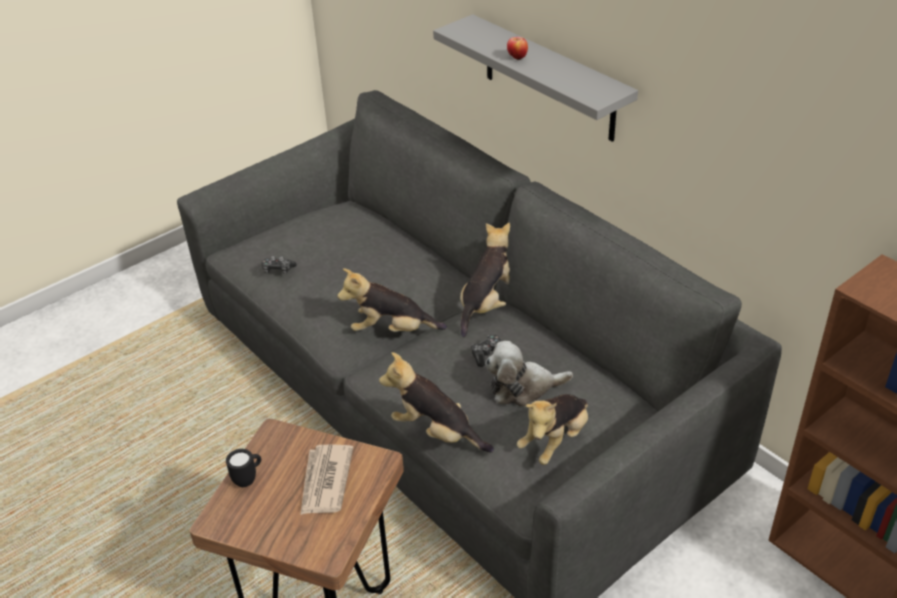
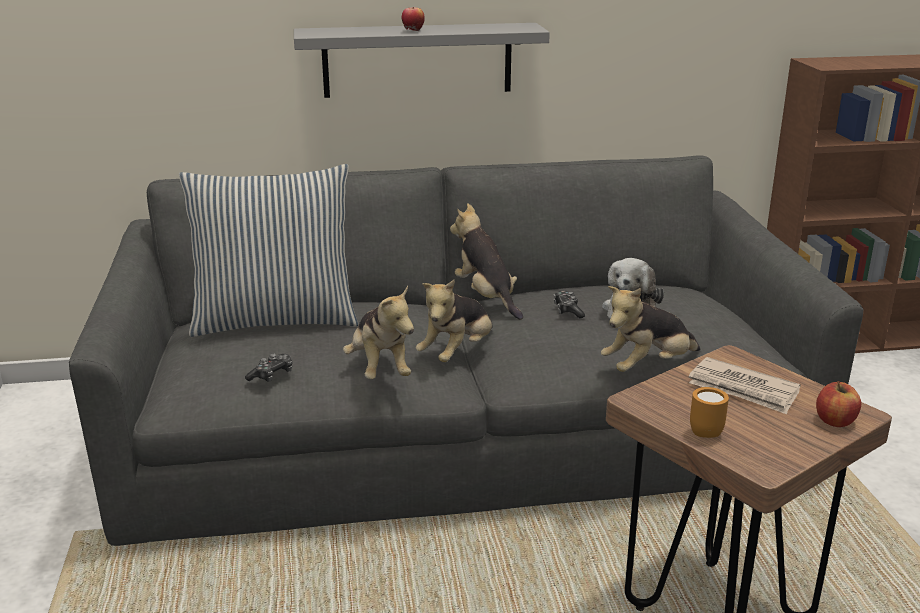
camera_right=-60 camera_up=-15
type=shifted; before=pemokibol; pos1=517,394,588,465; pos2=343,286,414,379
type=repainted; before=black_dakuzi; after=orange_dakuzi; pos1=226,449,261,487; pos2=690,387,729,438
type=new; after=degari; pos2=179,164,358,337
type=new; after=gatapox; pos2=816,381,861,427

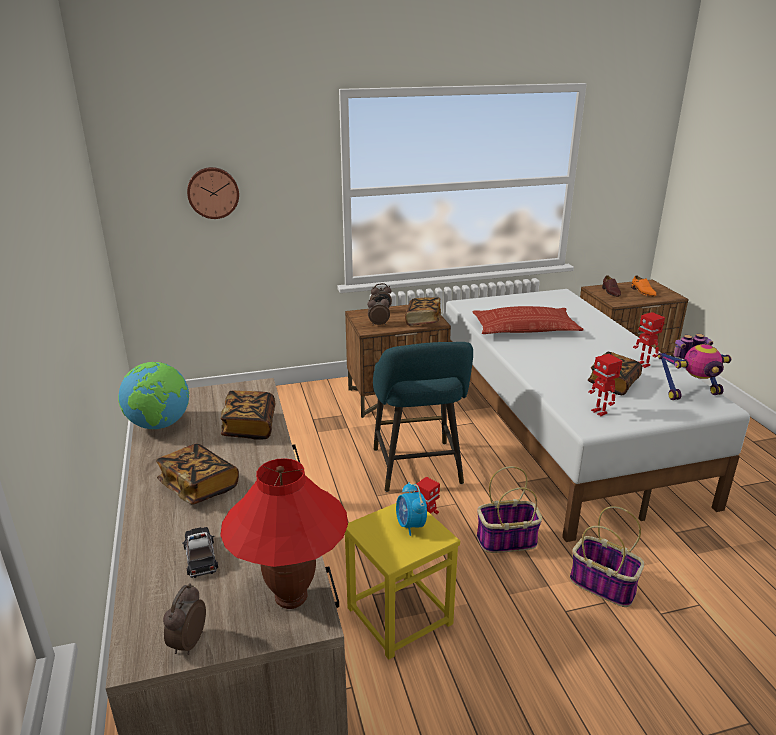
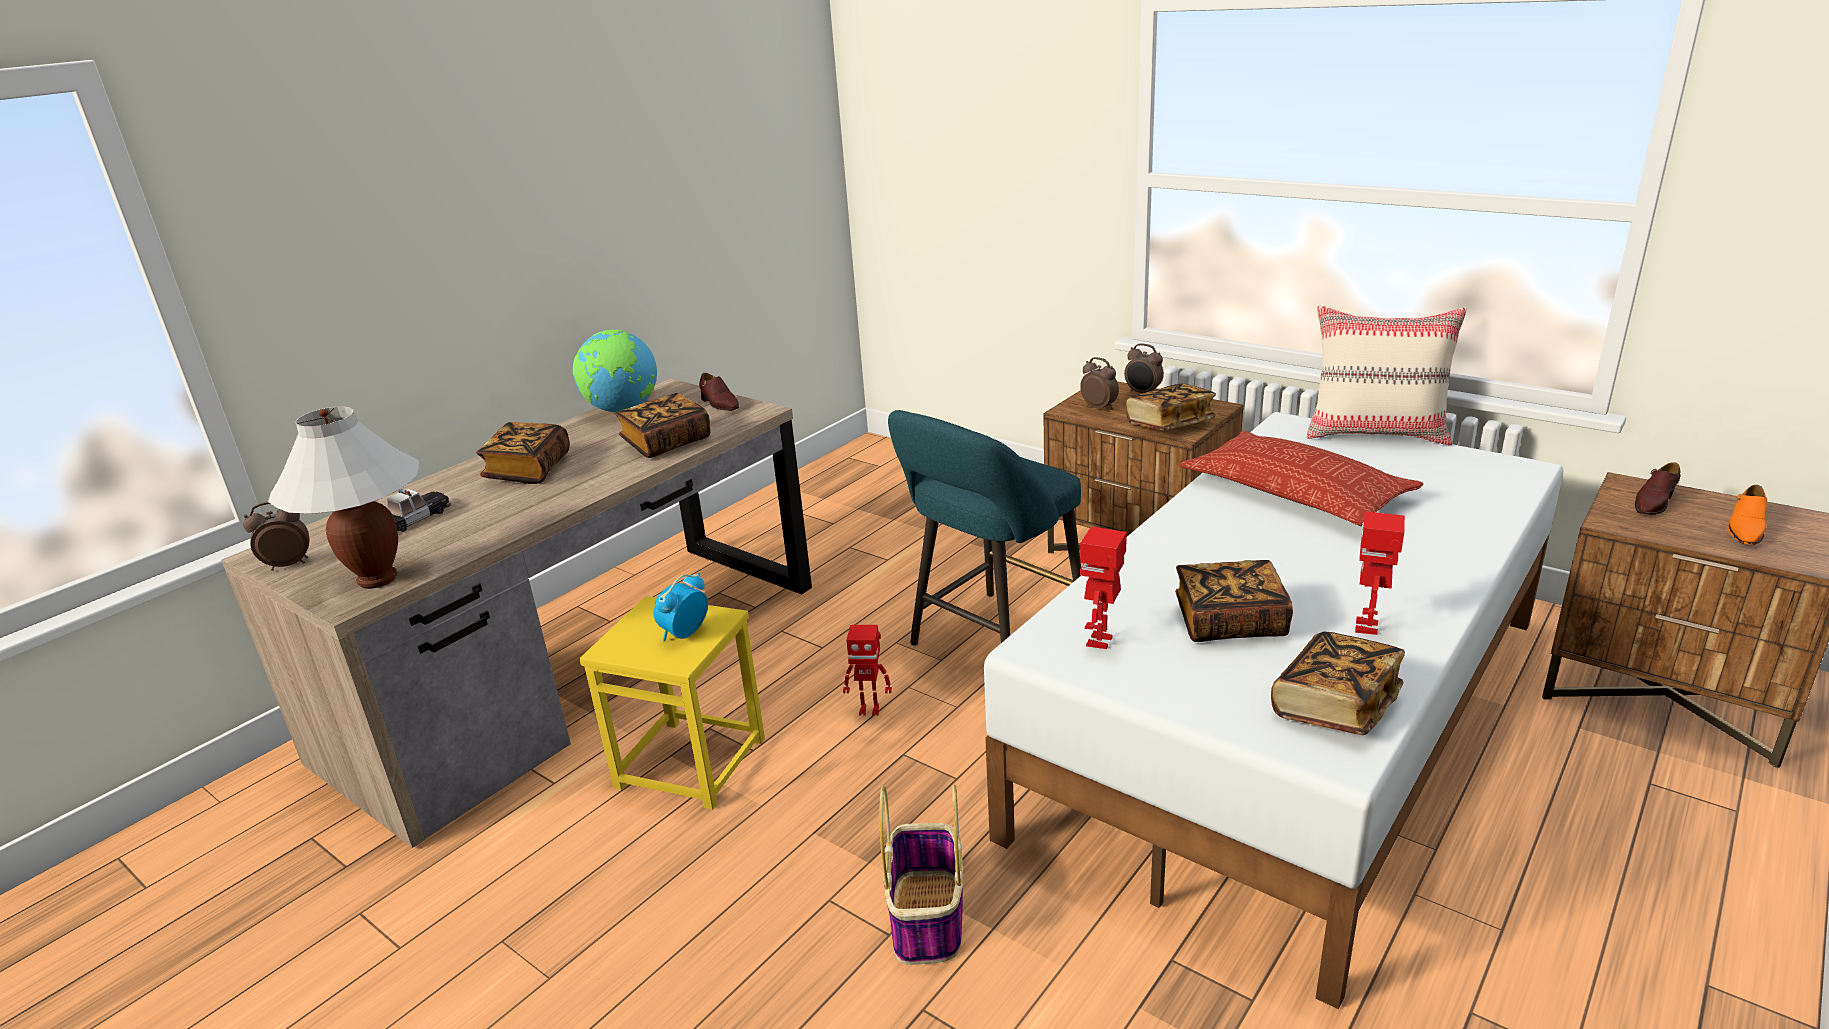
camera_right=55 camera_up=0
type=gone; before=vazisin; pos1=187,167,239,219
type=swapped; before=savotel; after=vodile; pos1=658,334,732,400; pos2=1271,631,1405,735
type=repainted; before=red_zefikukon; after=white_zefikukon; pos1=220,458,348,609; pos2=268,407,419,589
type=gone; before=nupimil; pos1=477,466,542,553
type=new; after=beige_degari; pos2=1307,305,1467,445
type=new; after=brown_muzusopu; pos2=699,373,739,411

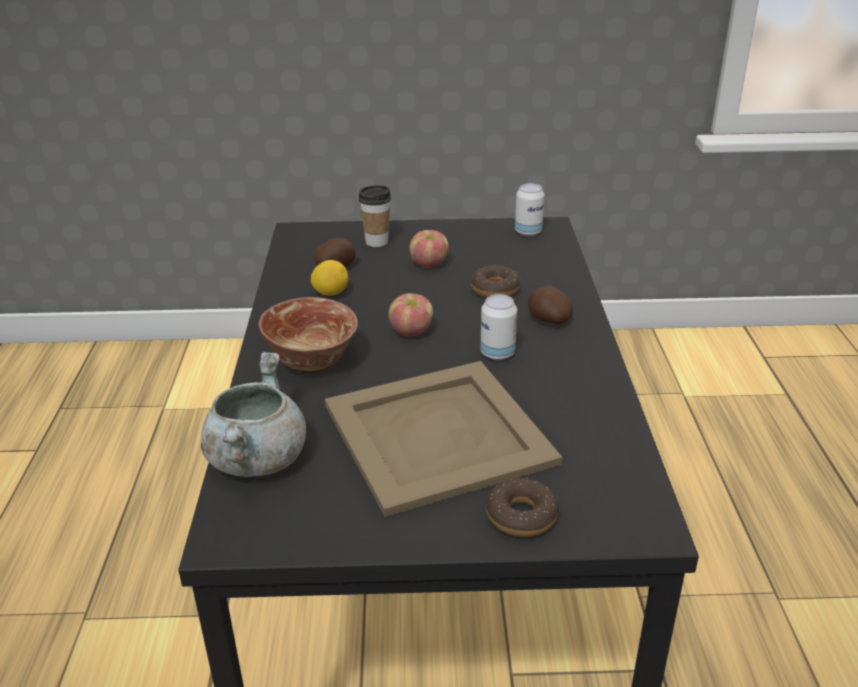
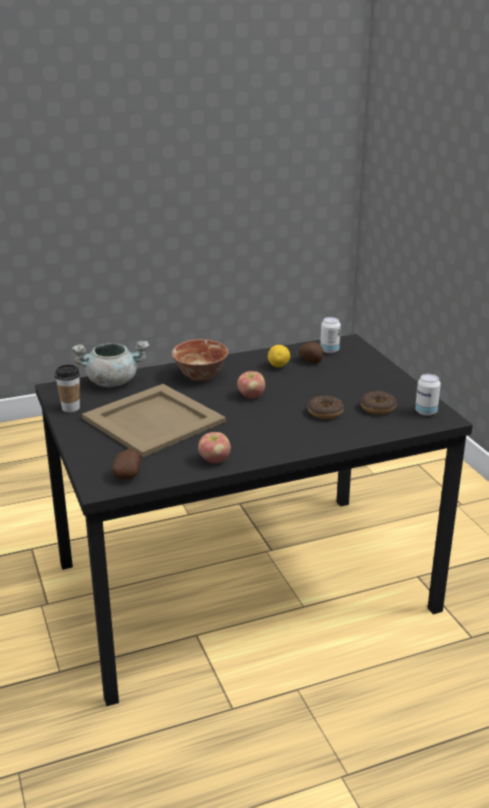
camera_right=70 camera_up=-5
type=shifted; before=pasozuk; pos1=359,185,391,247; pos2=55,364,80,412
type=shifted; before=gatapox; pos1=409,230,449,268; pos2=198,432,231,463
type=shifted; before=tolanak; pos1=528,285,573,325; pos2=112,449,141,479
type=shifted; before=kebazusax; pos1=480,294,517,360; pos2=320,317,341,354
type=shifted; before=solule; pos1=486,477,559,537; pos2=361,391,396,415

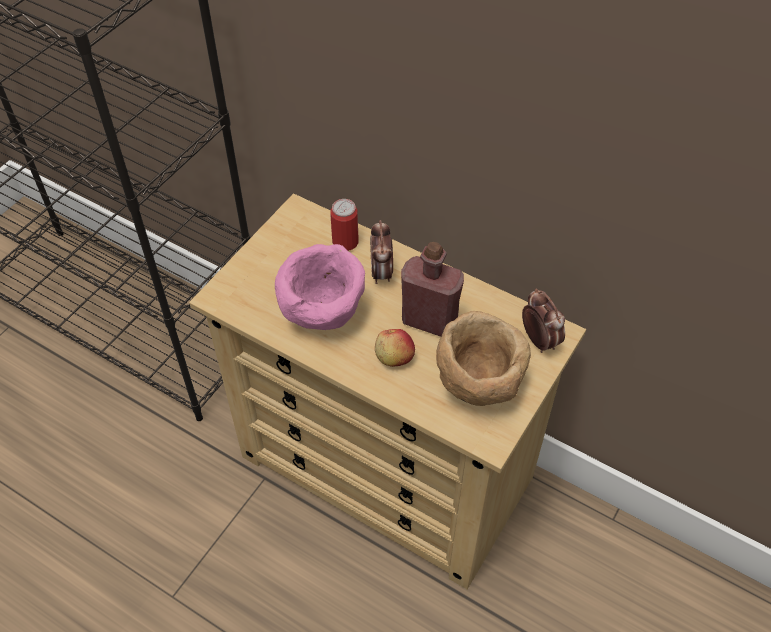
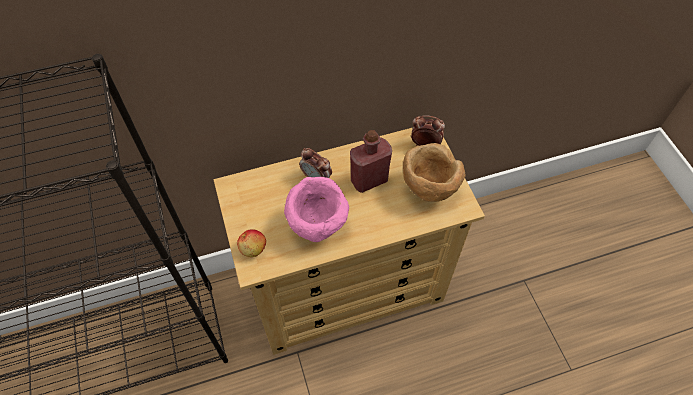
camera_right=-50 camera_up=5
type=gone; before=kebazusax; pos1=330,199,359,251
type=shifted; before=gatapox; pos1=375,329,415,367; pos2=237,229,266,257

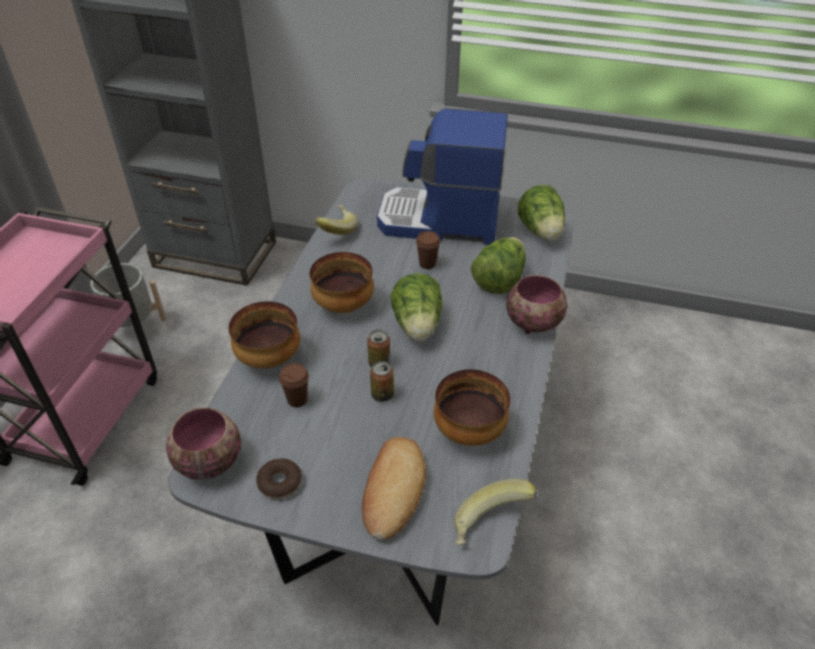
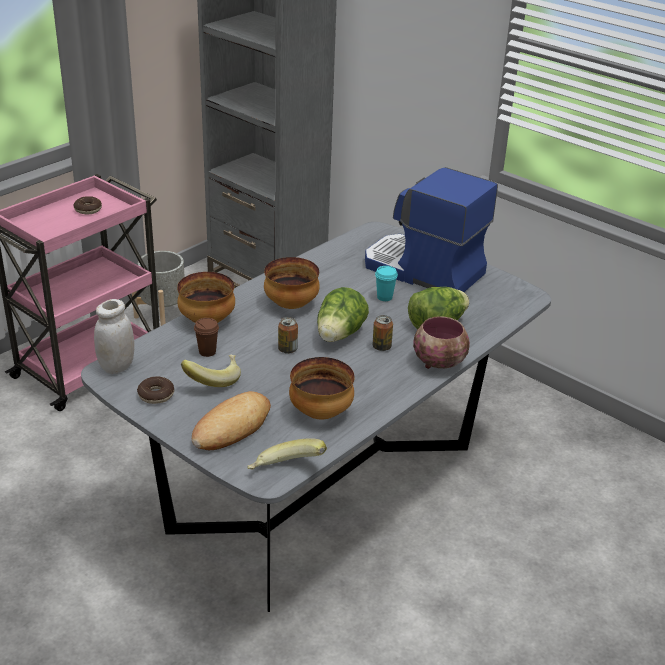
camera_right=25 camera_up=-10
type=gone; before=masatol; pos1=518,185,565,241
type=shifted; before=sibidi; pos1=315,205,358,235; pos2=181,355,241,387
type=repainted; before=brown_pasozuk; after=turquoise_pasozuk; pos1=416,231,440,269; pos2=375,266,398,301
type=shifted; before=kebazusax; pos1=370,361,394,402; pos2=372,315,393,351
type=swapped; before=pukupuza; after=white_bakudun; pos1=166,407,241,480; pos2=94,299,134,374
type=new; after=solule; pos2=73,196,102,214

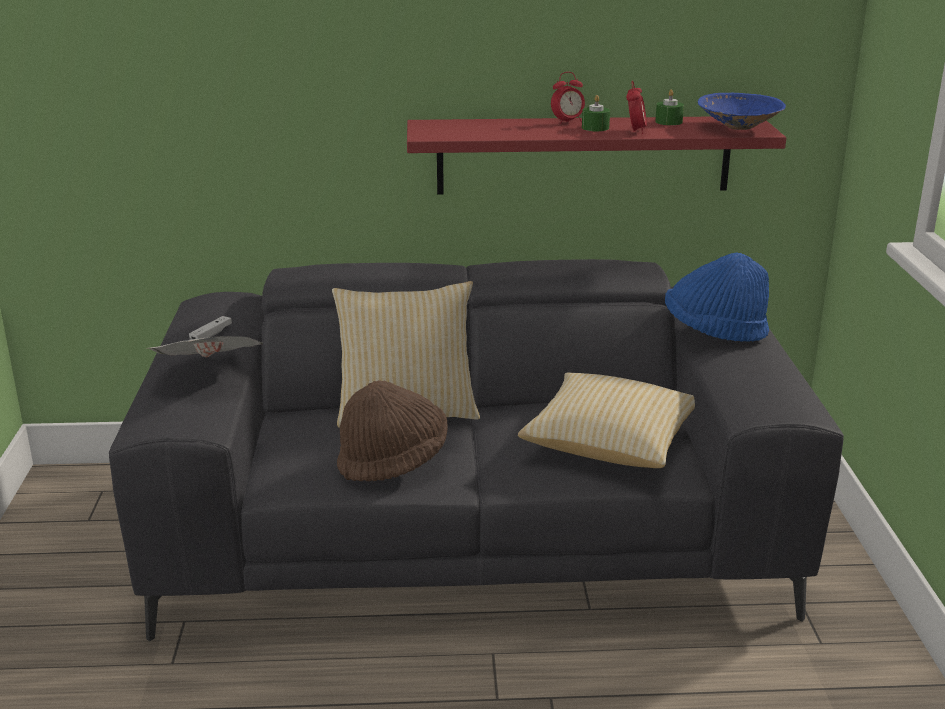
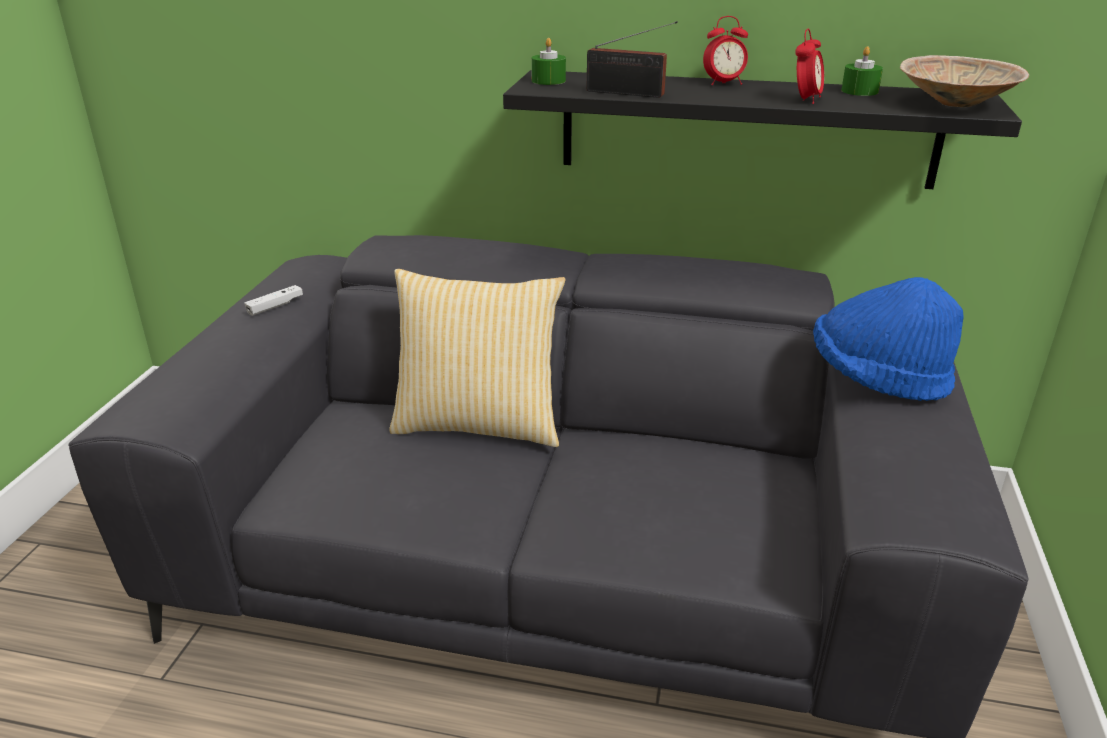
camera_right=15 camera_up=5
type=repainted; before=blue_pukupuza; after=beige_pukupuza; pos1=698,93,786,130; pos2=900,55,1029,107
type=shifted; before=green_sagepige; pos1=582,95,610,131; pos2=531,38,566,85
type=repainted; before=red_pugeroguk; after=black_pugeroguk; pos1=407,117,786,194; pos2=503,70,1022,189
type=gone; before=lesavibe; pos1=148,336,263,357
type=gone; before=degari; pos1=518,372,695,468
type=gone; before=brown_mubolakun; pos1=337,380,448,481
type=new; after=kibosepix; pos2=587,21,678,98

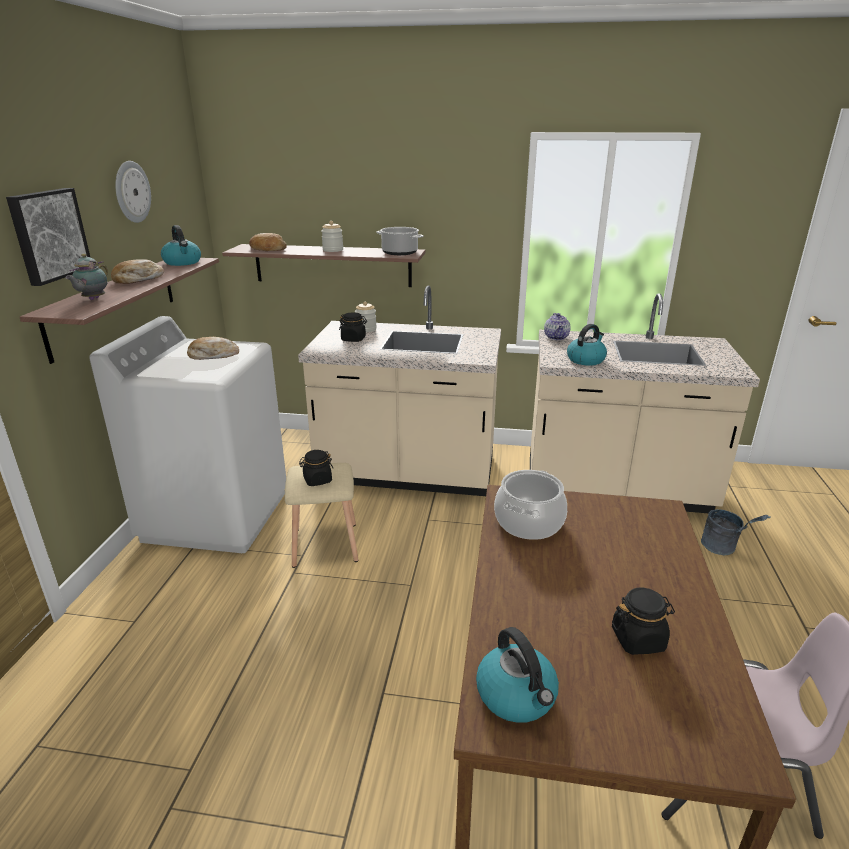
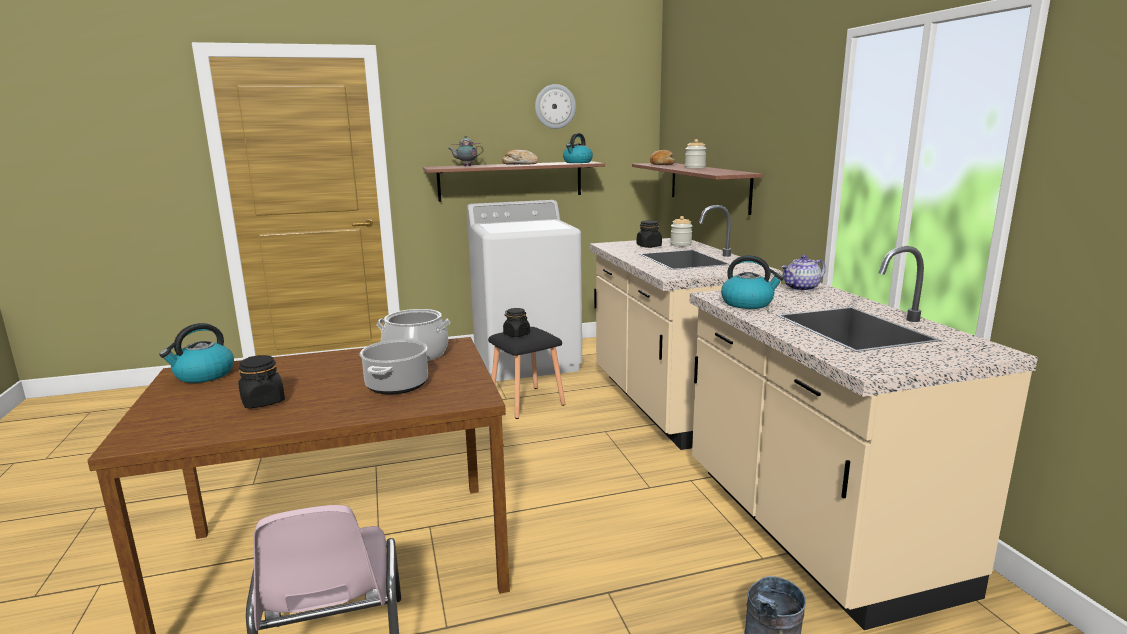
camera_right=65 camera_up=-10
type=gone; before=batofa; pos1=6,188,90,286
type=shifted; before=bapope; pos1=376,227,424,255; pos2=360,339,428,394
type=gone; before=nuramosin; pos1=187,337,239,360
type=repainted; before=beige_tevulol; after=black_tevulol; pos1=285,463,359,568; pos2=488,327,565,419

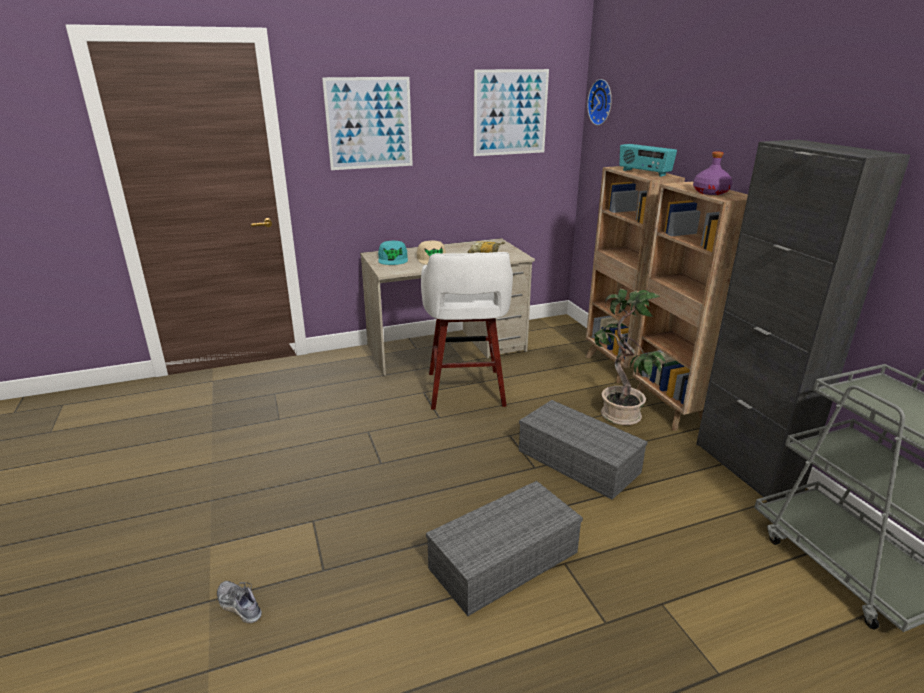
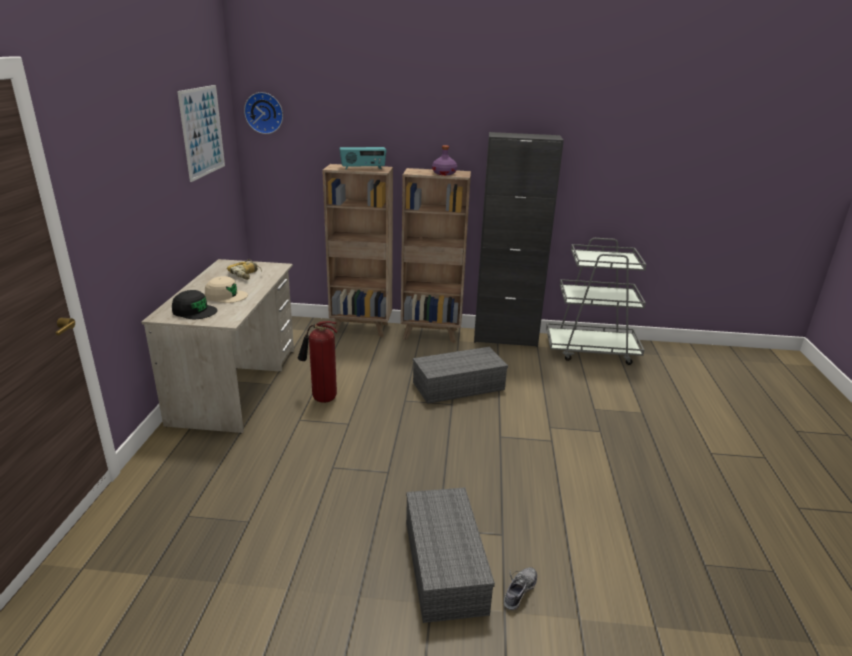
camera_right=-65 camera_up=0
type=gone; before=batofa; pos1=322,77,413,170
type=repainted; before=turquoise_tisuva; after=black_tisuva; pos1=378,241,408,265; pos2=172,290,217,319
type=swapped; before=white_tevulol; after=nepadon; pos1=421,252,513,410; pos2=298,321,337,403
type=gone; before=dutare; pos1=589,288,666,425
type=shifted; before=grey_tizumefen; pos1=426,481,583,616; pos2=406,487,495,623
type=rotated; before=muzusopu; pos1=217,581,262,623; pos2=504,567,537,610; turn=150

